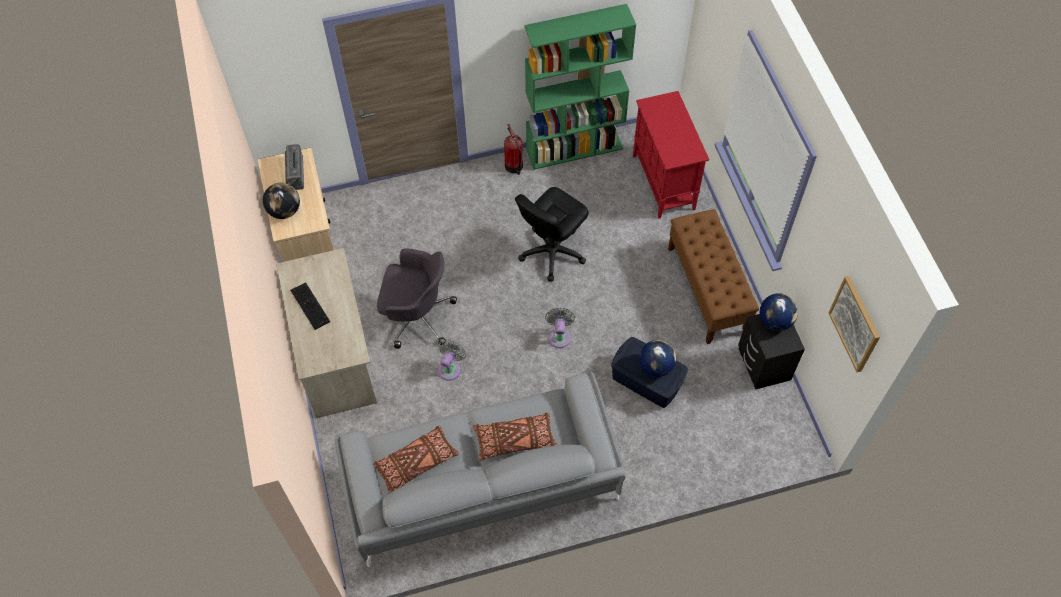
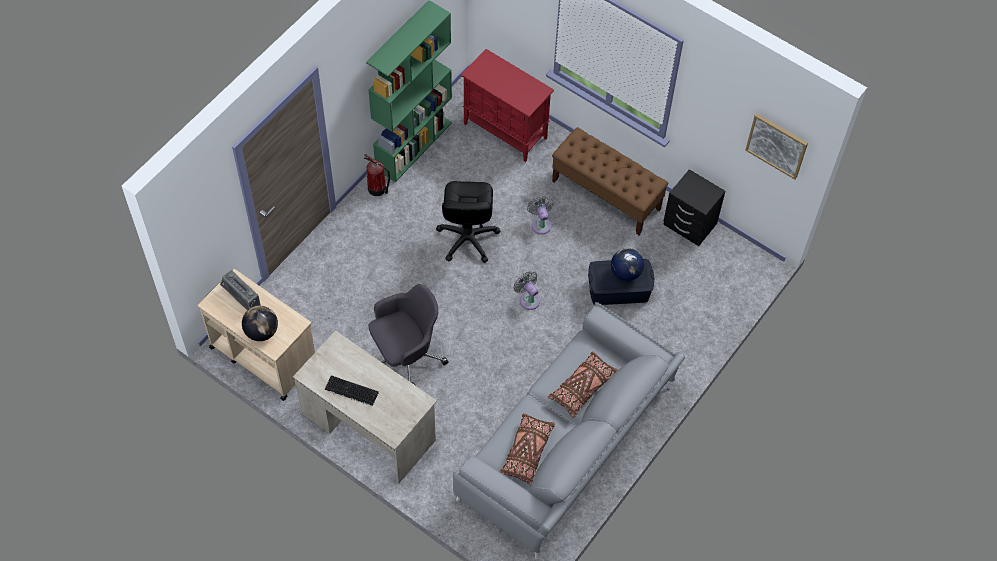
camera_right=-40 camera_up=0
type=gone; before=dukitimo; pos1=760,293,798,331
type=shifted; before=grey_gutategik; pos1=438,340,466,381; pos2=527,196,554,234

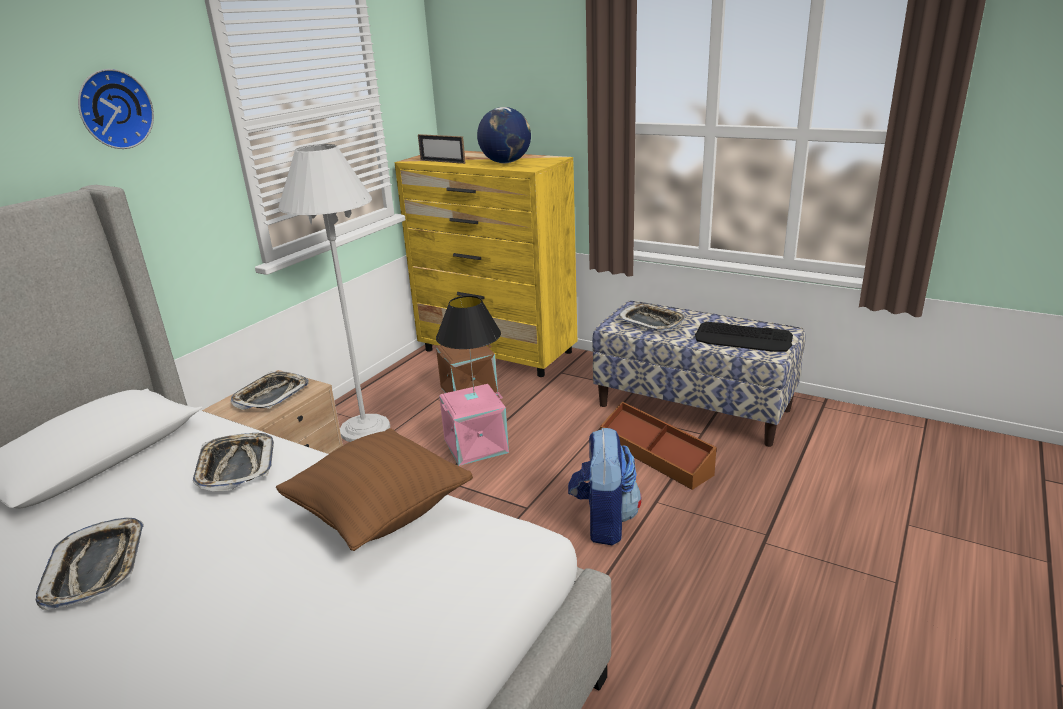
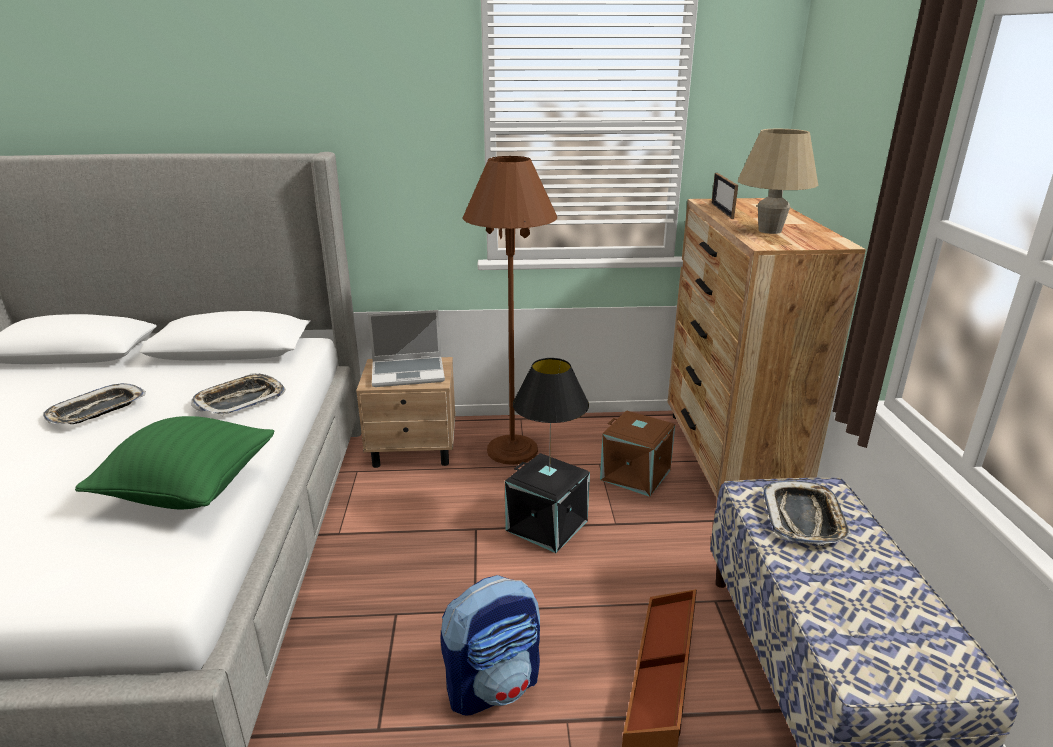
camera_right=55 camera_up=0
type=gone; before=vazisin; pos1=78,69,154,149
type=swapped; before=dukitimo; after=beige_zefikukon; pos1=477,107,531,163; pos2=738,129,818,234
type=repainted; before=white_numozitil; after=brown_numozitil; pos1=278,144,390,442; pos2=463,156,557,465
type=repainted; before=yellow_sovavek; after=brown_sovavek; pos1=394,151,577,377; pos2=668,198,866,499
type=gone; before=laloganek; pos1=695,322,793,352
type=swapped; before=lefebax; after=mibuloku; pos1=231,371,309,410; pos2=368,310,445,387
type=repainted; before=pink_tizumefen; after=black_tizumefen; pos1=439,384,509,466; pos2=505,453,590,553
type=repainted; before=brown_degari; after=green_degari; pos1=276,428,473,551; pos2=75,416,275,509

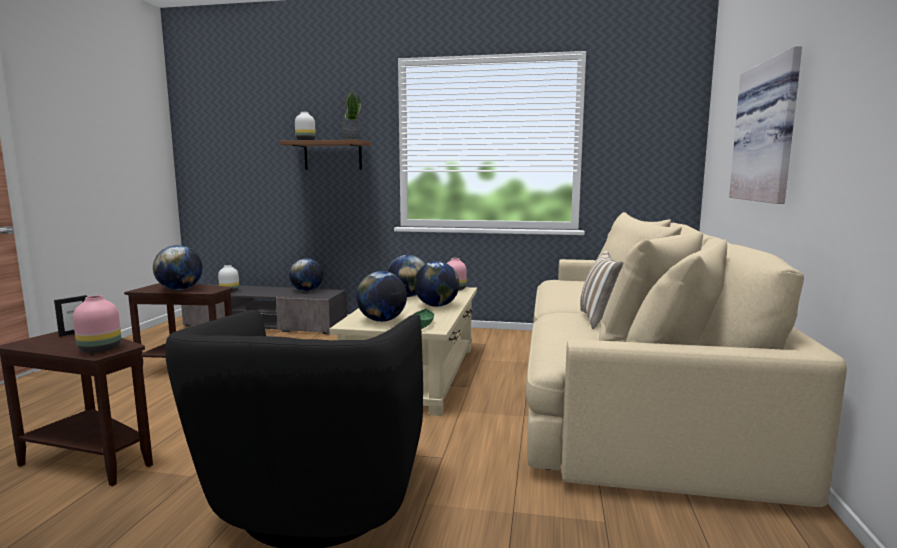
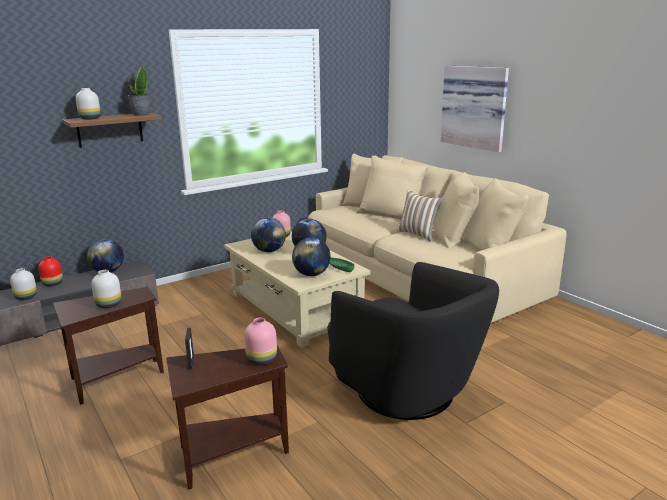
camera_right=-45 camera_up=10
type=swapped; before=dukitimo; after=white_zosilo; pos1=153,245,203,290; pos2=91,270,122,308
type=new; after=red_zosilo; pos2=38,256,63,287

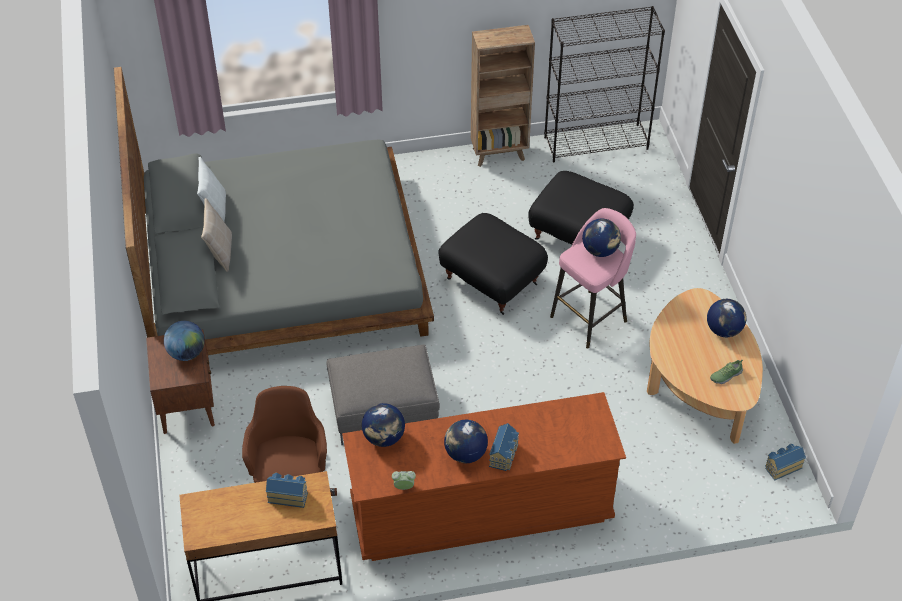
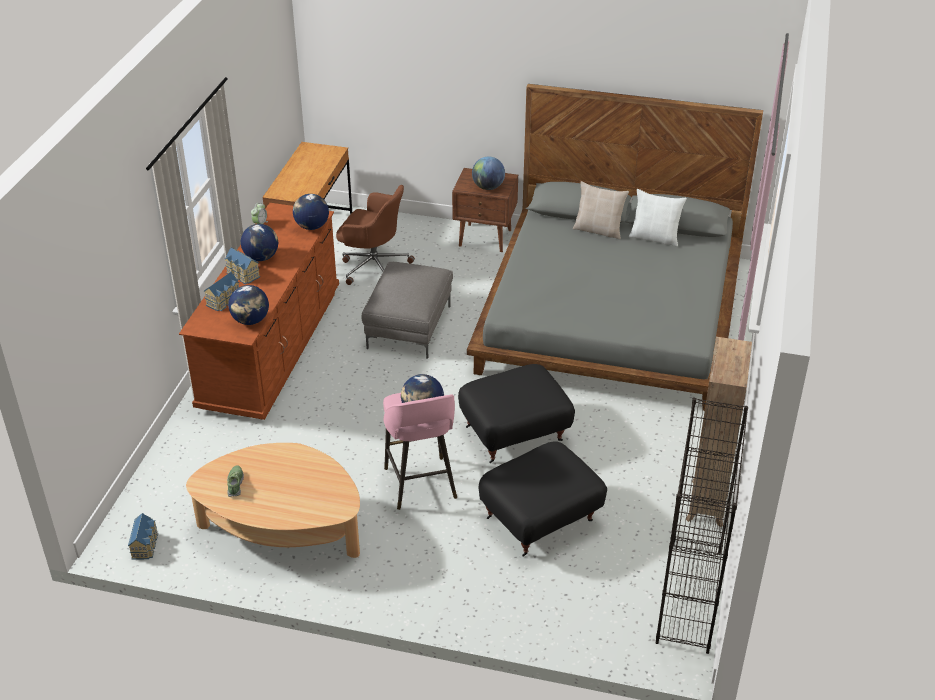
camera_right=115 camera_up=-10
type=shifted; before=dukitimo; pos1=707,299,746,337; pos2=228,285,269,325
type=shifted; before=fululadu; pos1=266,472,308,508; pos2=204,272,239,311

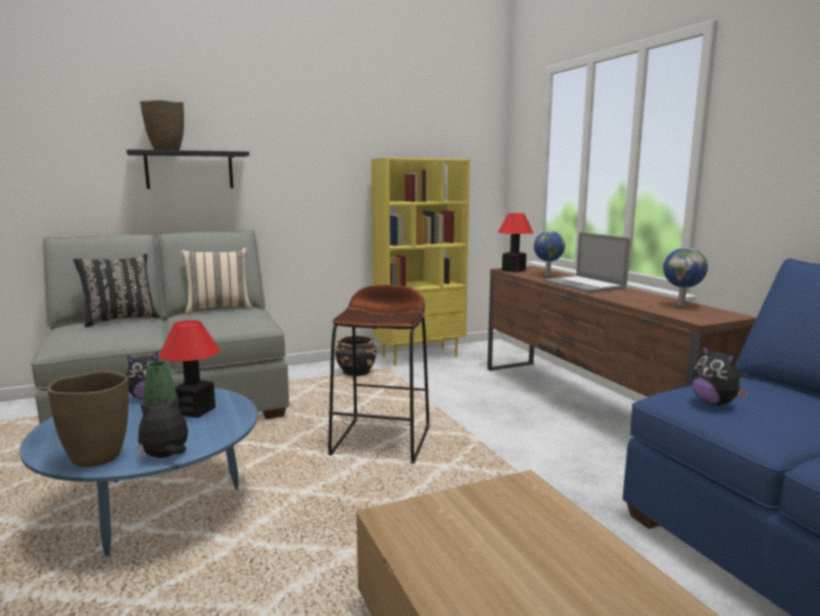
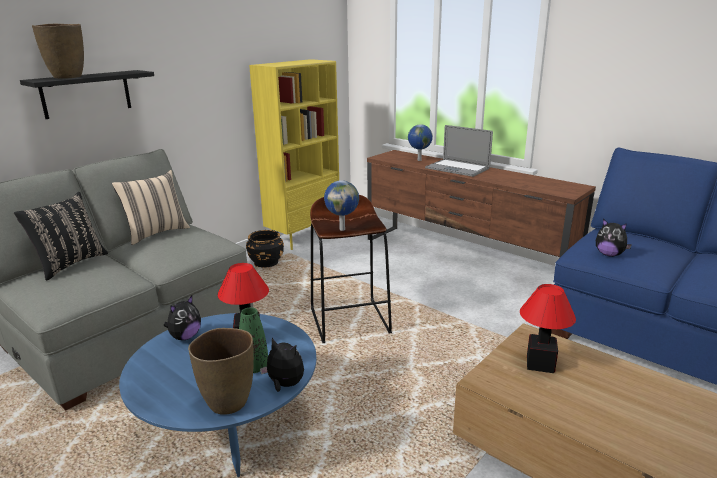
camera_right=-25 camera_up=10
type=shifted; before=zefikukon; pos1=498,213,533,272; pos2=520,284,576,373
type=shifted; before=dukitimo; pos1=663,247,708,306; pos2=324,180,359,231
type=rotated; before=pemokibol; pos1=137,396,188,458; pos2=260,338,304,392; turn=90

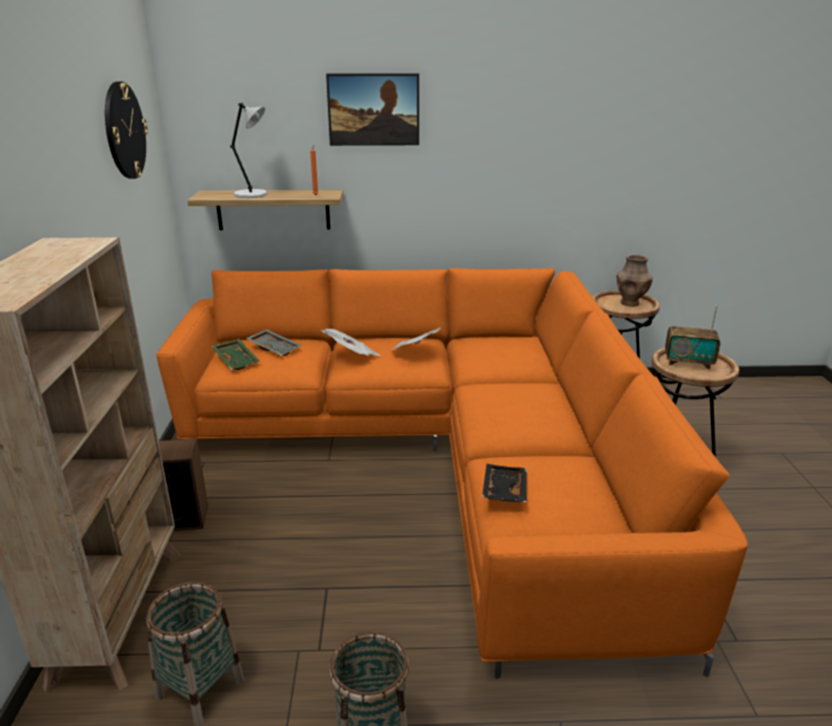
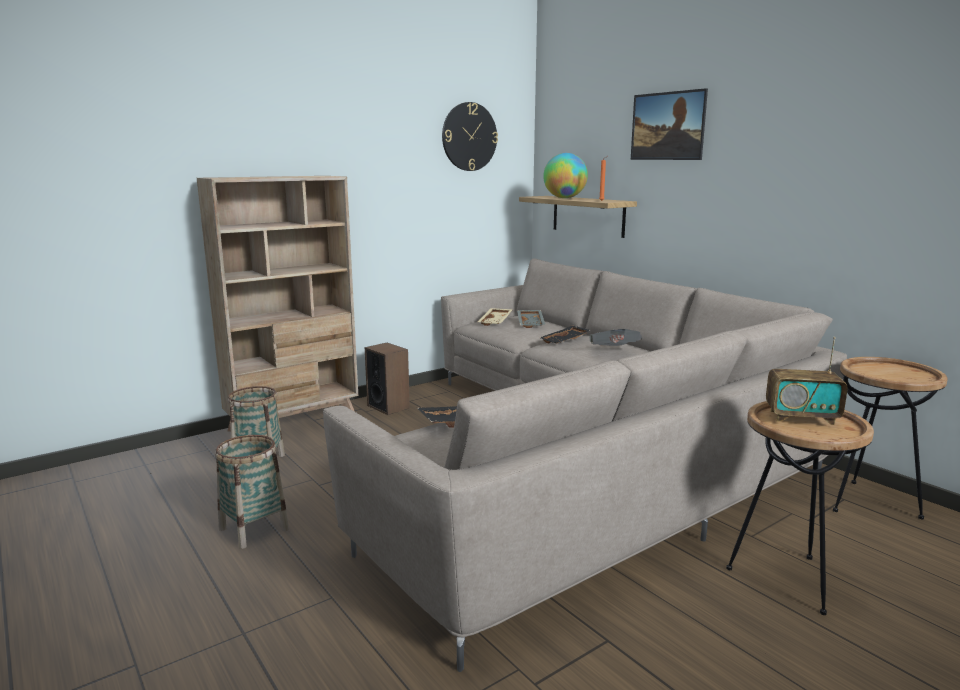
camera_right=55 camera_up=-10
type=swapped; before=grey_zefikukon; after=dukitimo; pos1=230,103,267,198; pos2=543,153,588,198
type=gone; before=brown_zosilo; pos1=617,254,653,307
type=repainted; before=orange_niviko; after=beige_niviko; pos1=156,268,748,679; pos2=323,258,847,672
type=rotated; before=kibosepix; pos1=665,306,720,369; pos2=766,337,848,425; turn=-60
type=swapped; before=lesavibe; after=black_lefebax; pos1=321,329,381,356; pos2=540,326,591,343
type=repainted; before=green_lefebax; after=beige_lefebax; pos1=212,339,259,370; pos2=478,308,513,326

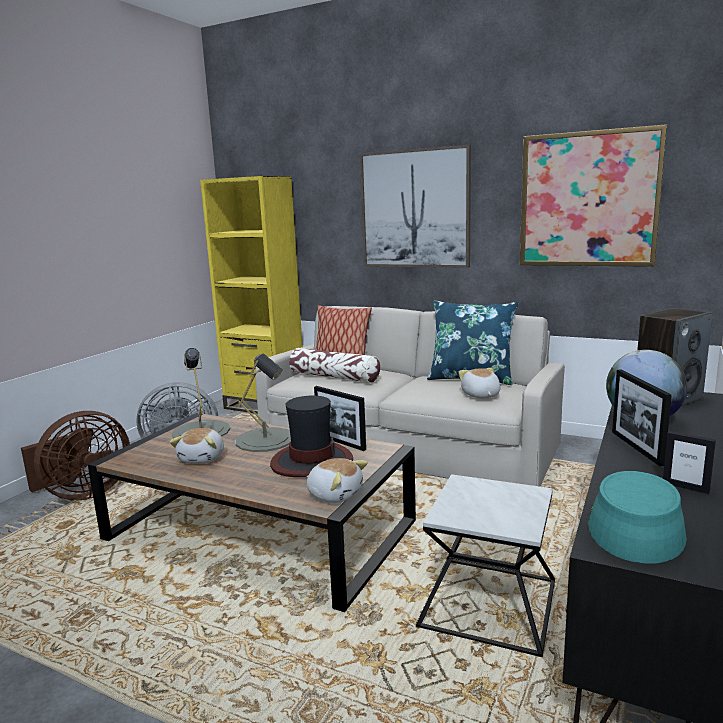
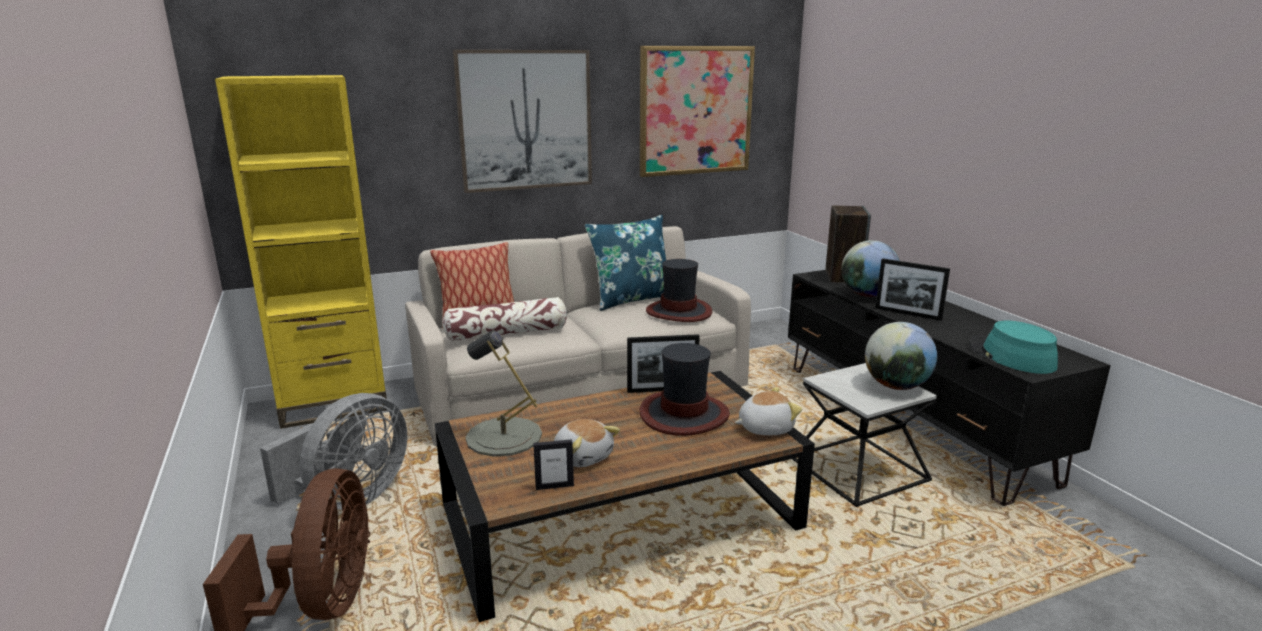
camera_right=-50 camera_up=5
type=gone; before=grey_zefikukon; pos1=236,354,291,452
type=swapped; before=pemokibol; after=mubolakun; pos1=458,368,500,398; pos2=646,259,712,322
type=shifted; before=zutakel; pos1=663,431,716,494; pos2=533,439,574,490
type=new; after=dukitimo; pos2=865,322,937,390

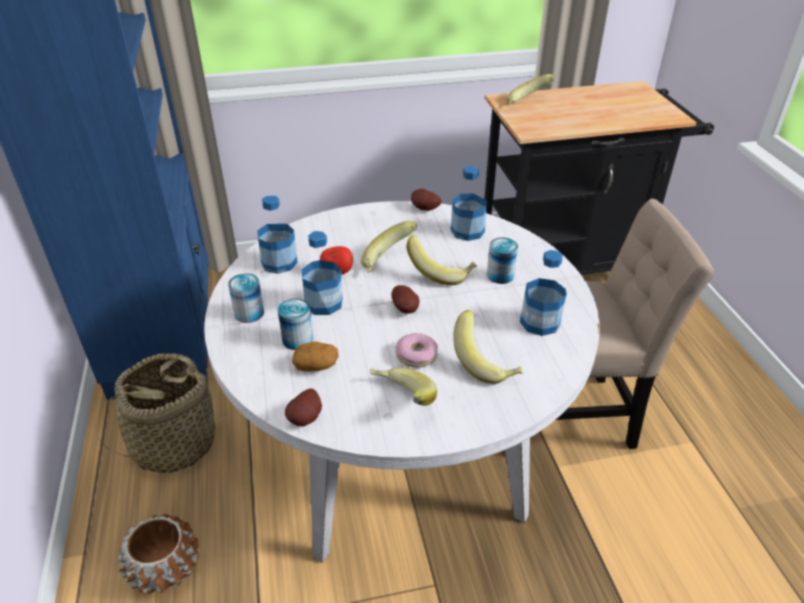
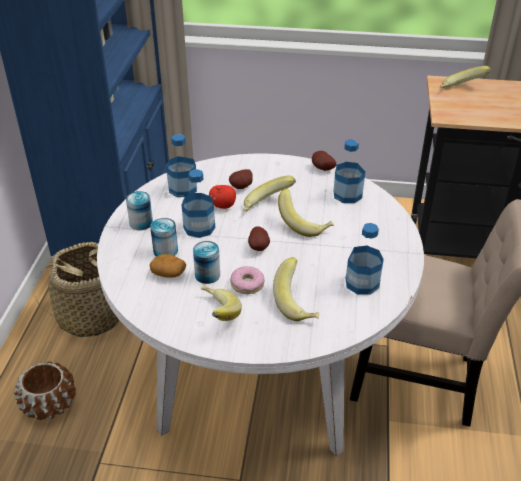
camera_right=20 camera_up=0
type=shifted; before=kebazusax; pos1=487,238,518,284; pos2=193,241,220,284
type=shifted; before=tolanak; pos1=285,388,322,426; pos2=229,169,253,189

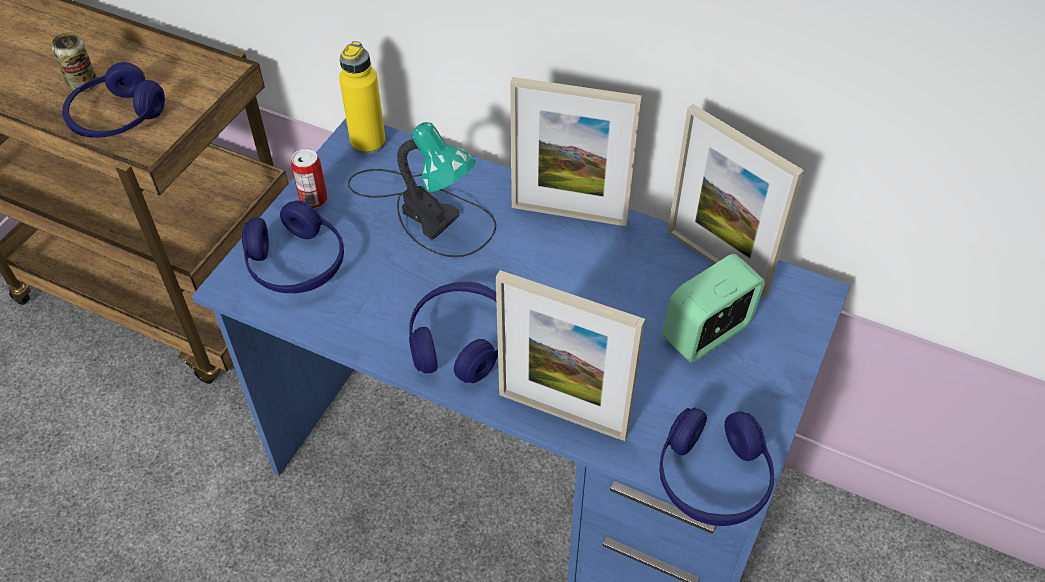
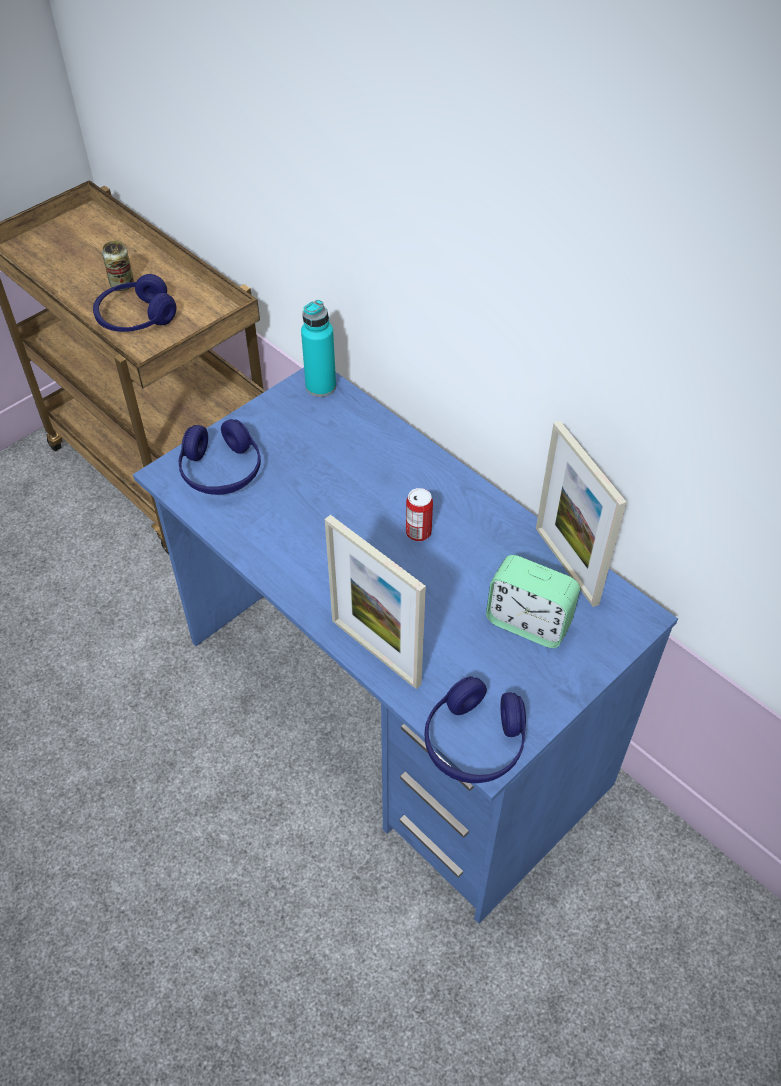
camera_right=20 camera_up=0
type=repainted; before=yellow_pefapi; after=turquoise_pefapi; pos1=339,41,386,154; pos2=301,300,336,397
type=gone; before=zutakel; pos1=510,77,642,226
type=gone; before=zefikukon; pos1=348,122,496,257
type=shifted; before=kebazusax; pos1=291,149,327,208; pos2=406,488,433,541
type=rotated; before=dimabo; pos1=662,254,765,362; pos2=486,555,580,648; turn=-135
type=gone; before=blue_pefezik; pos1=409,282,498,383

